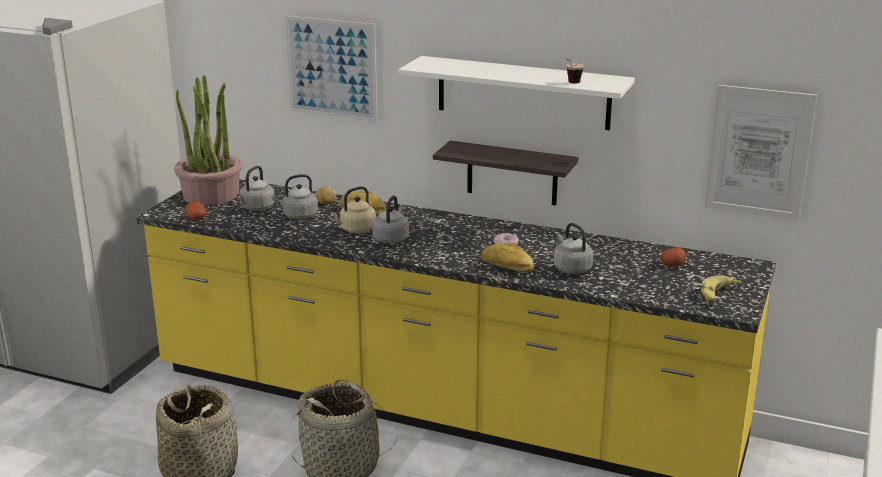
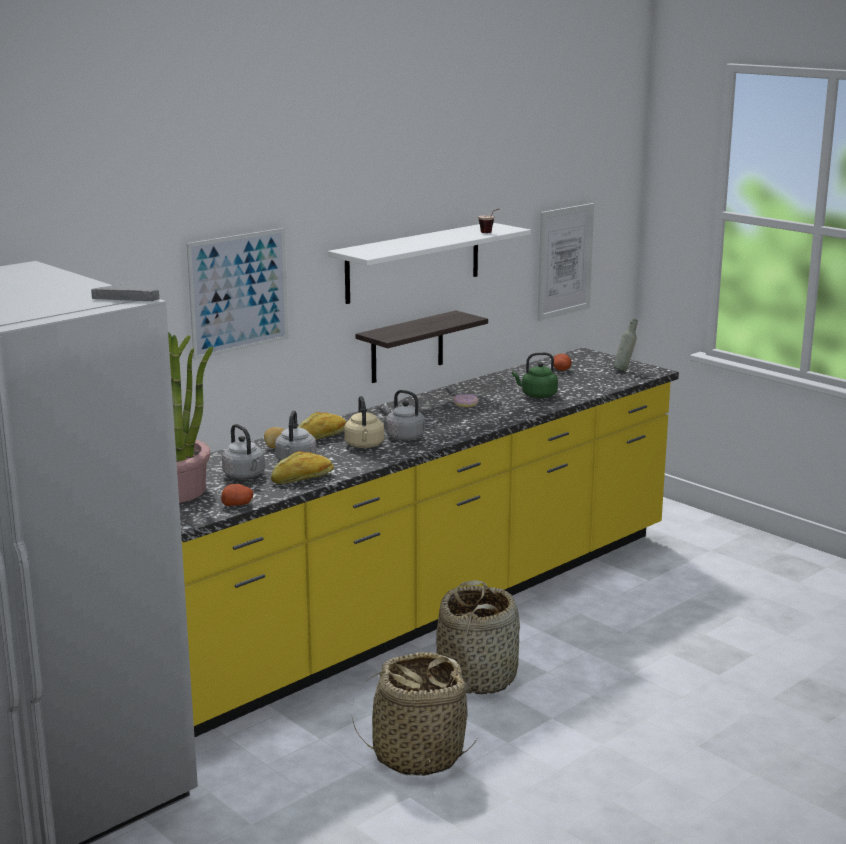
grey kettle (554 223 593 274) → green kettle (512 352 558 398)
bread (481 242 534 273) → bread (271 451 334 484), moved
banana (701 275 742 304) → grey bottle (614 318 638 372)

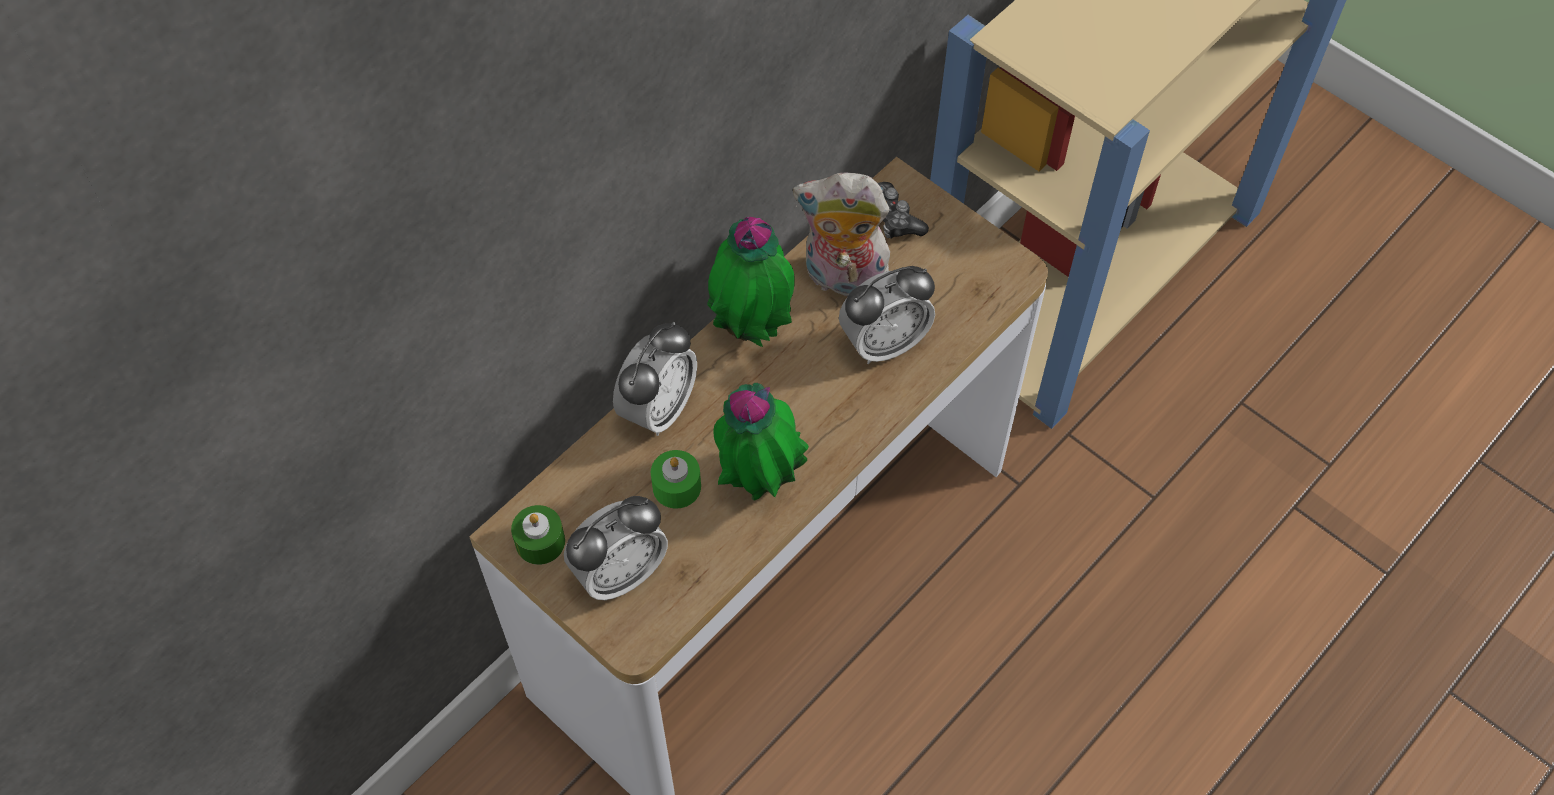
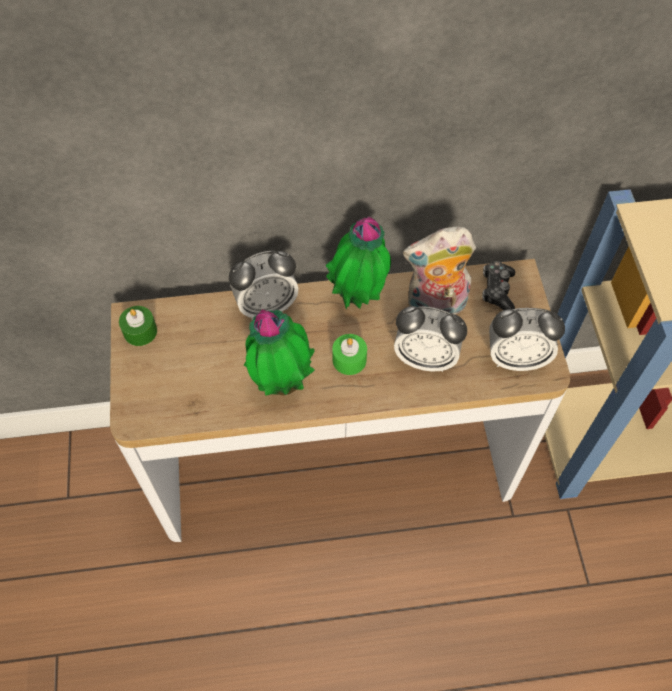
plush toy (793 173 897 296) → plush toy (403 227 476 315), 60 degrees counterclockwise
green candle (651 450 701 509) → green candle (332 334 367 375), moved
alarm clock (564 496 668 601) → alarm clock (489 308 565 371), moved

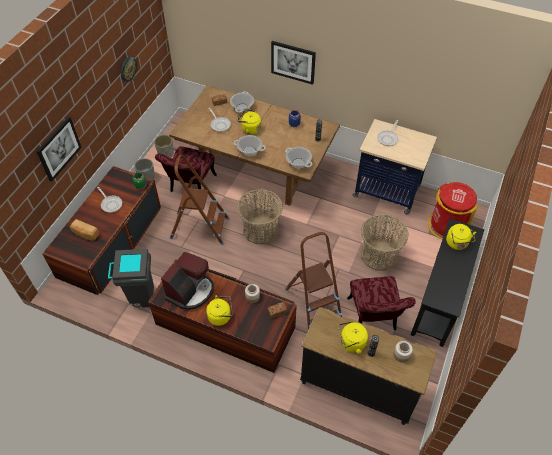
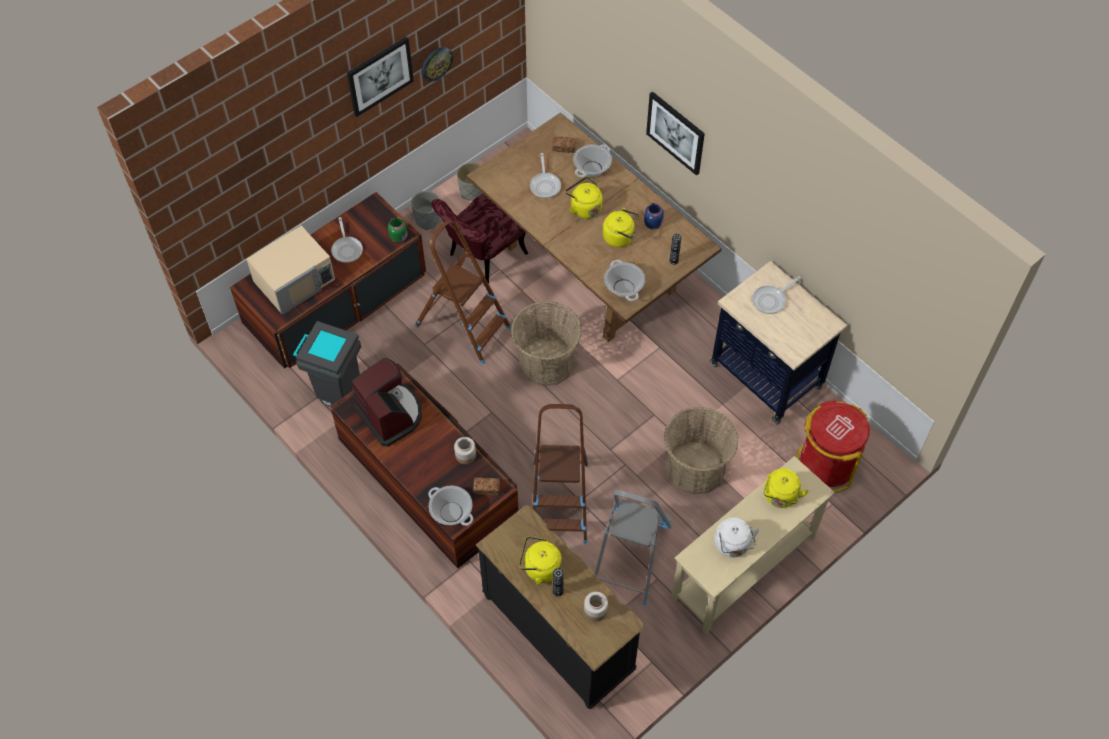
picture (36 117 82 182) → picture (347 37 414 117), moved
cooking pot (234 135 266 156) → cooking pot (428 486 473 526), moved
bread (70 219 99 241) → beige microwave (246 226 335 315)
black console table (411 219 484 347) → beige console table (671 456 835 634)
coffee machine (161 252 214 310) → coffee machine (352 358 422 446), 90 degrees counterclockwise
red chair (347 276 416 330) → grey step ladder (595 490 672 606)
yellow kettle (206 295 233 326) → yellow kettle (603 208 639 247), moved
- → white kettle (715 517 760 558)

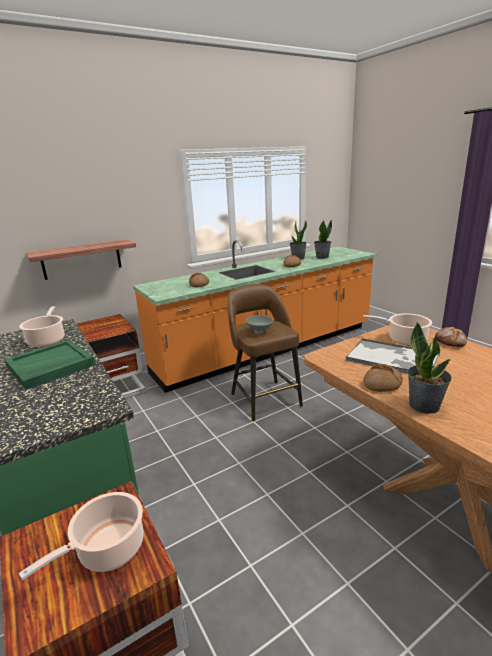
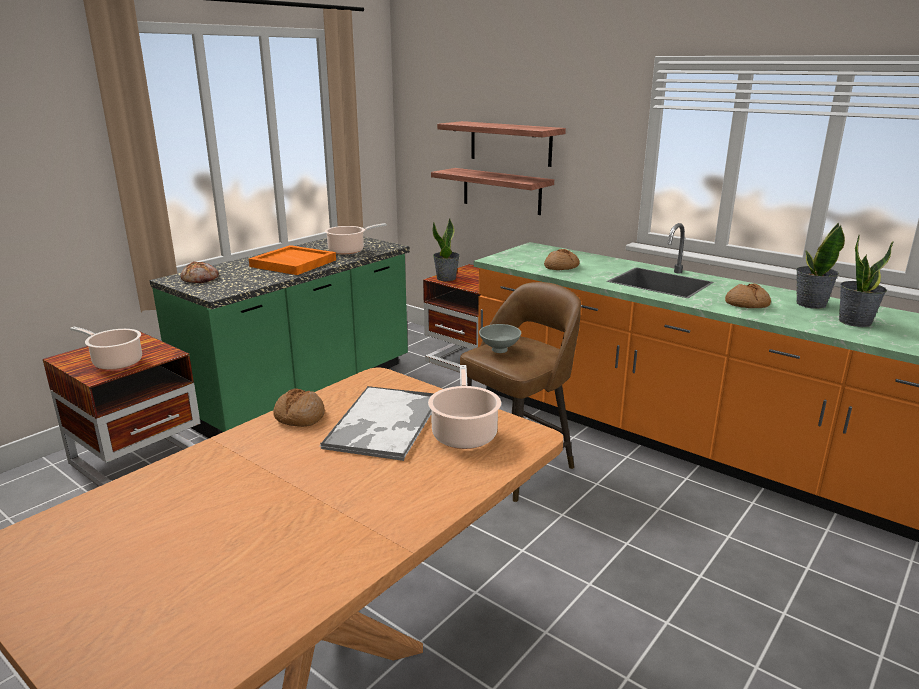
potted plant (408 322 452 414) → potted plant (433 218 460 281), moved
bread (435 327 467 347) → bread (180 262 219 283), moved
green tray (5 340 95 390) → orange tray (249 245 336 275)
- → shelf (437 121 566 167)

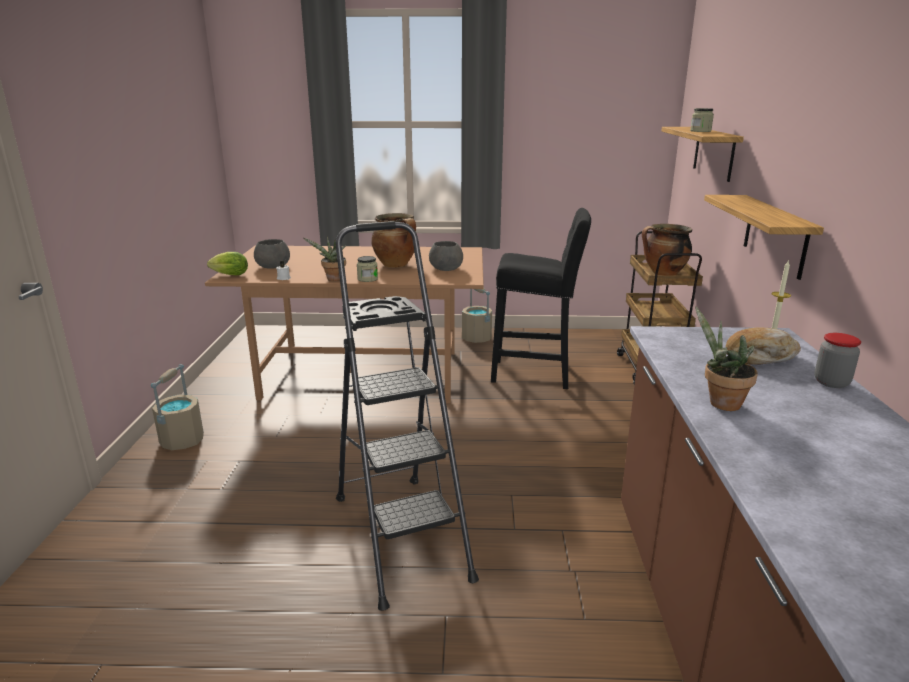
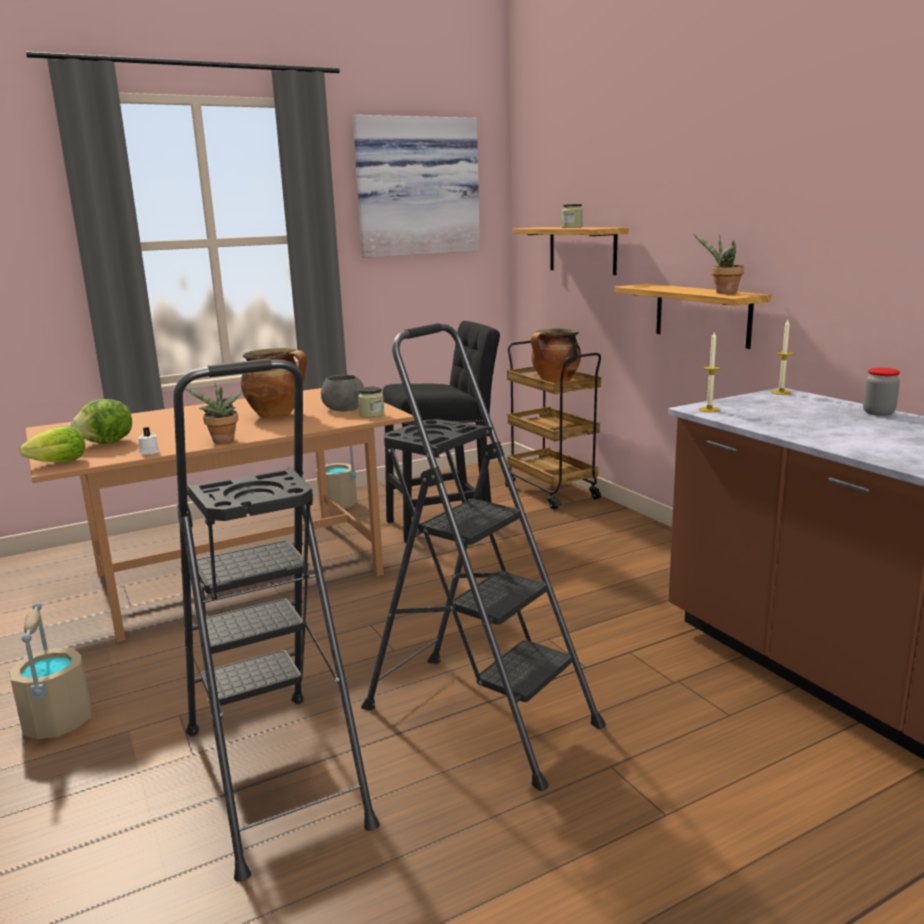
grey bowl (254 239 290 269) → lettuce (70 399 132 444)
jar (357 256 378 282) → jar (358 387 384 418), moved
potted plant (695 307 758 411) → potted plant (694 233 744 294), moved
bread (726 327 801 365) → -
- → picture (353 115 480 258)
- → candle (699 332 721 412)
- → step ladder (173 359 380 882)

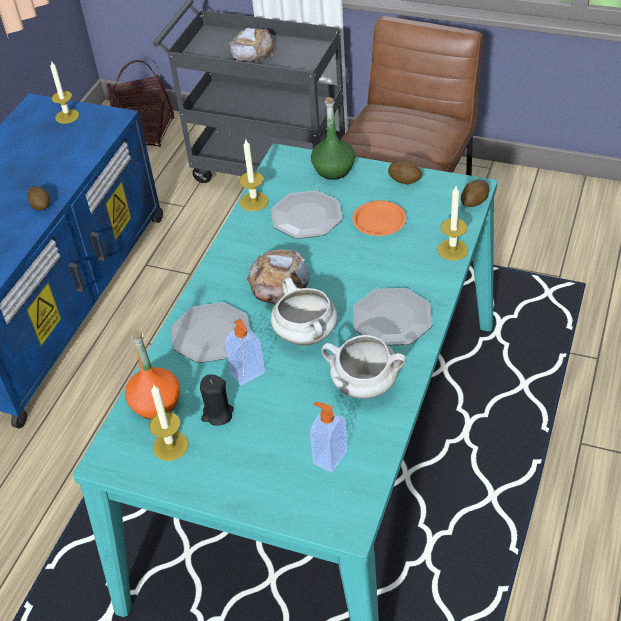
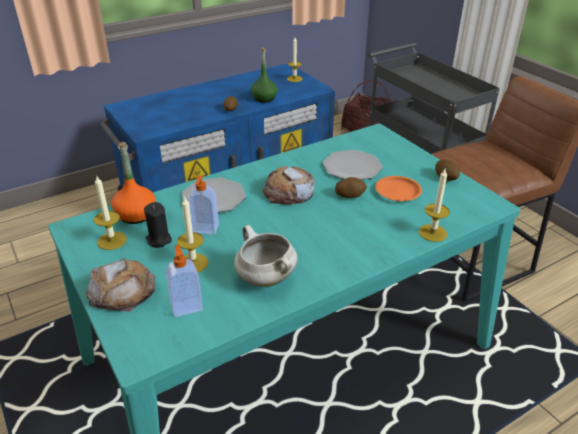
bread (229 28 274 63) → bread (86 258 156 312), moved
green bottle (311 97 355 180) → green bottle (251 47 278 103), moved
candle (239 138 268 211) → candle (177 196 208 273), moved
potato (461 180 489 207) → potato (335 177 367 198), moved
white cooking pot (271 277 338 345) → -
plate (353 288 433 345) → -

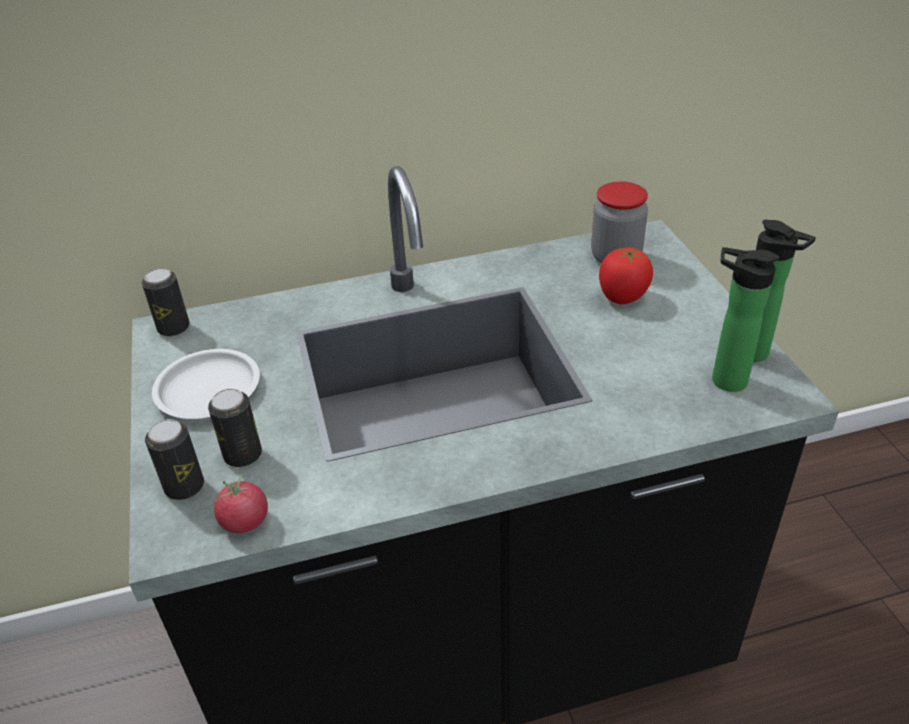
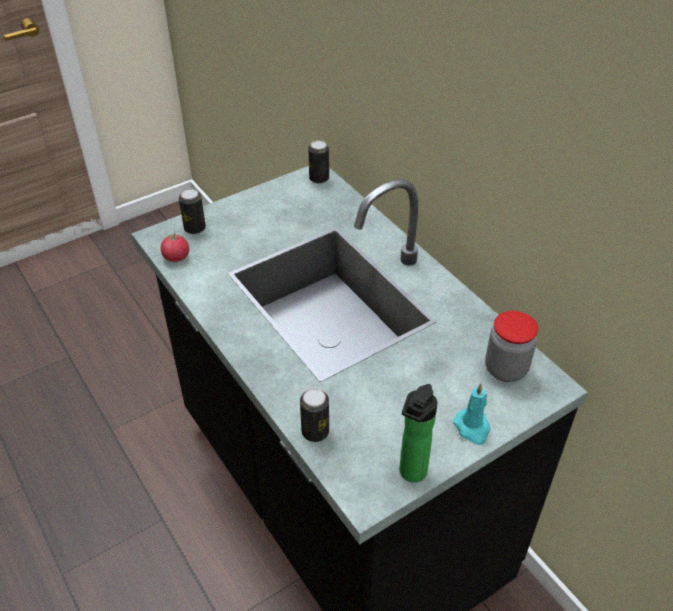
tomato (599 247 653 304) → -
bottle (712 247 780 392) → -
white plate (152 349 260 419) → -
can (208 389 262 467) → can (300 389 329 442), moved
- → turquoise candle (453 383 490 445)

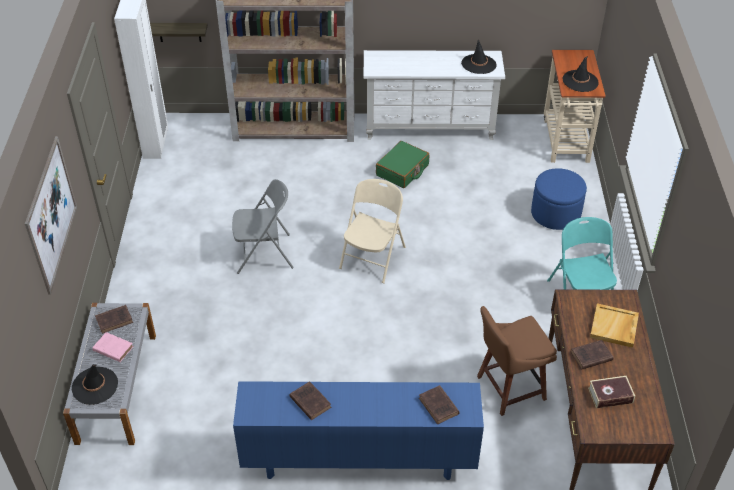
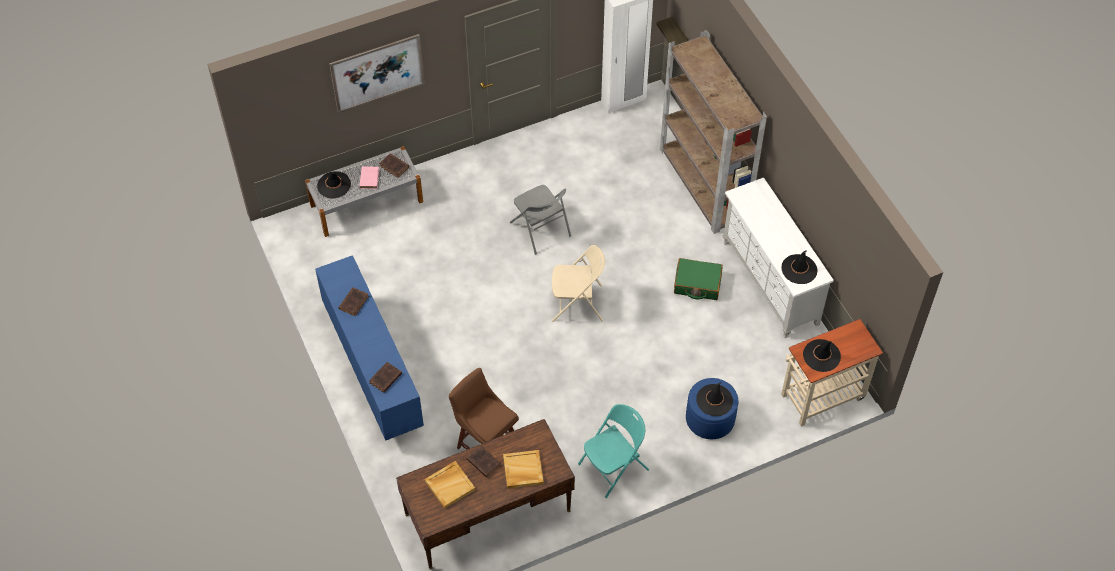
book (588 376 635 408) → beige tray (425 461 475 509)
- → black hat (696 382 733 416)

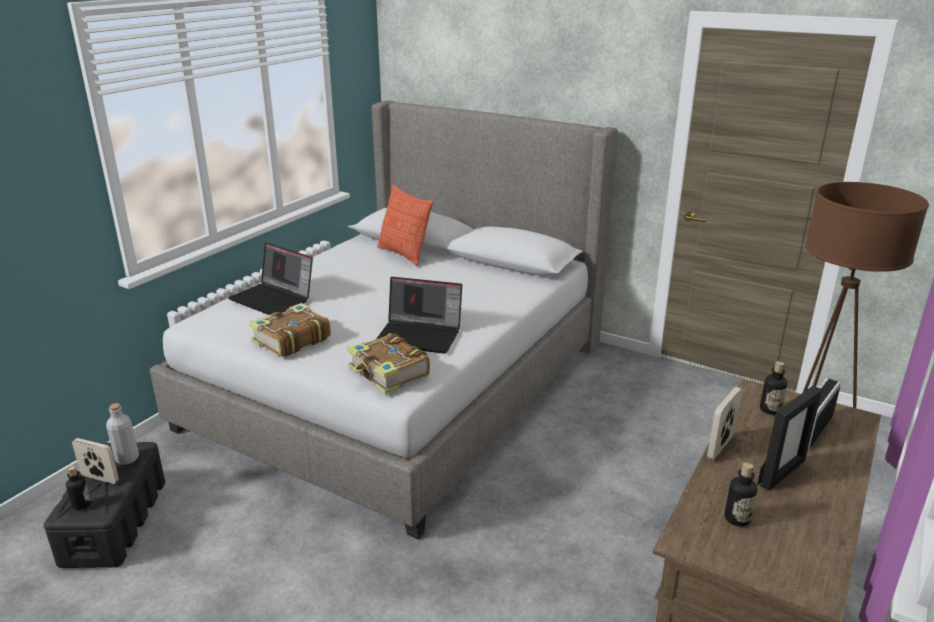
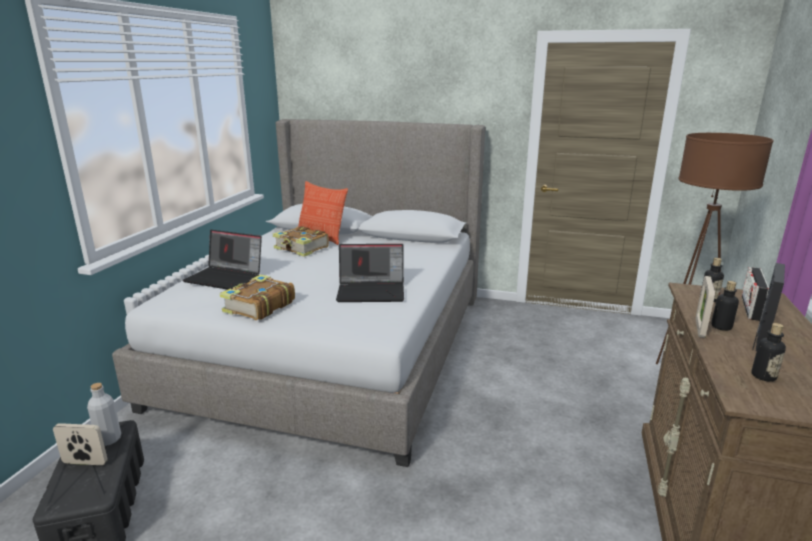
book (347 333 430 395) → book (273 226 329 257), moved
bottle (66 466 91 510) → bottle (711 281 739 331), moved

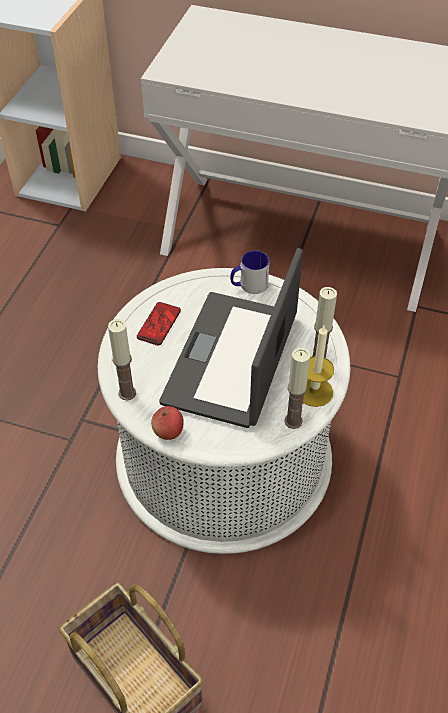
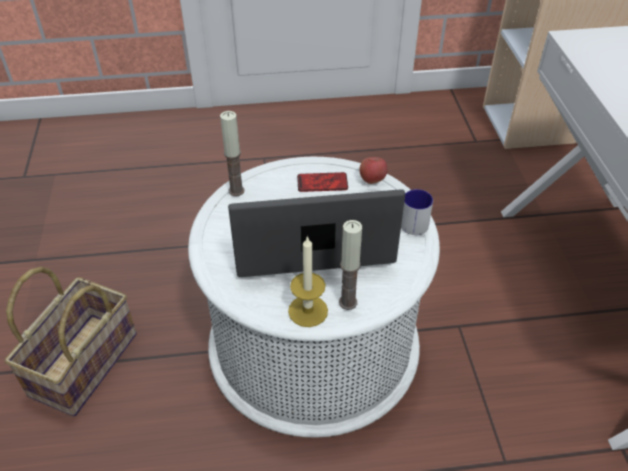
candle (284 348 311 429) → -
apple (151 406 184 440) → apple (360 157 388 184), moved

